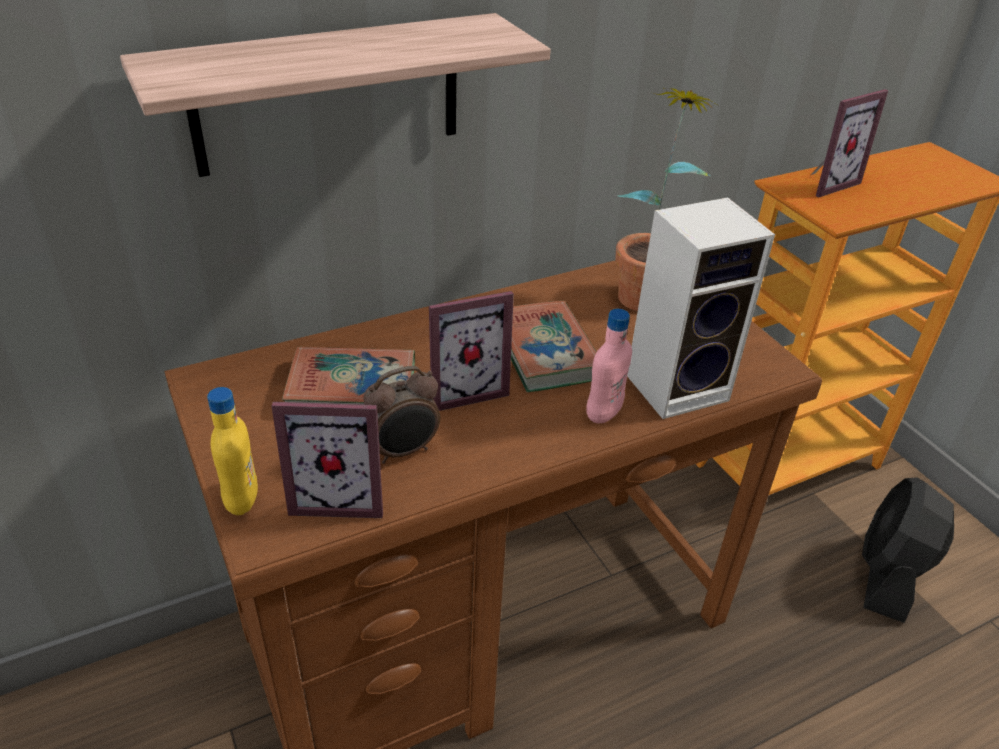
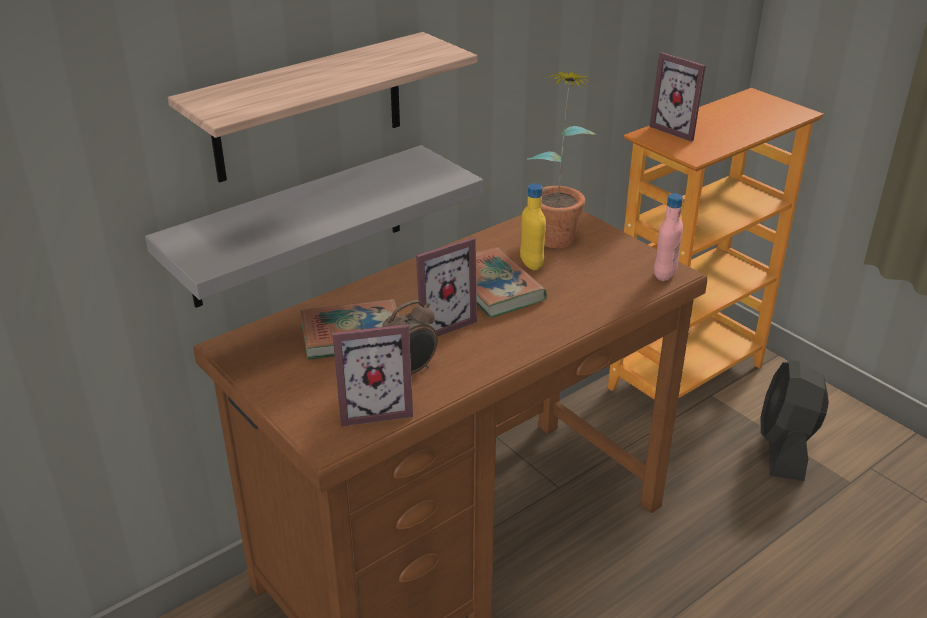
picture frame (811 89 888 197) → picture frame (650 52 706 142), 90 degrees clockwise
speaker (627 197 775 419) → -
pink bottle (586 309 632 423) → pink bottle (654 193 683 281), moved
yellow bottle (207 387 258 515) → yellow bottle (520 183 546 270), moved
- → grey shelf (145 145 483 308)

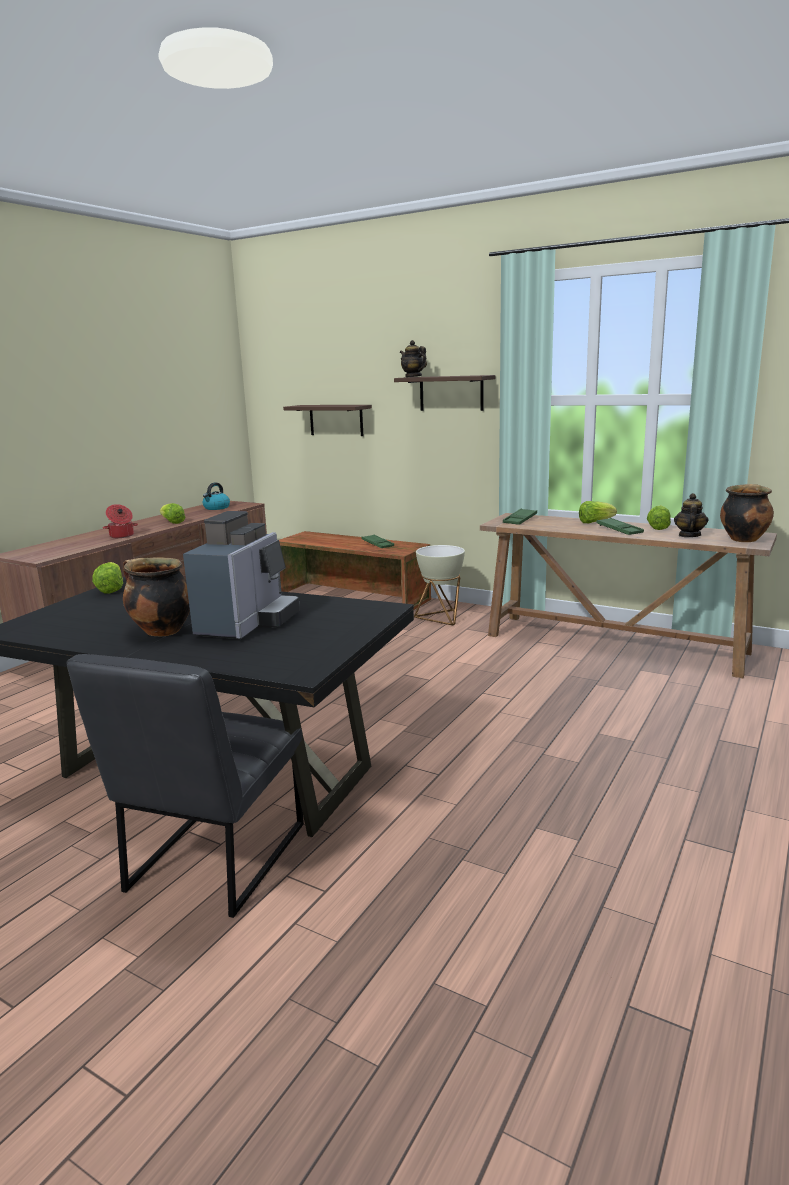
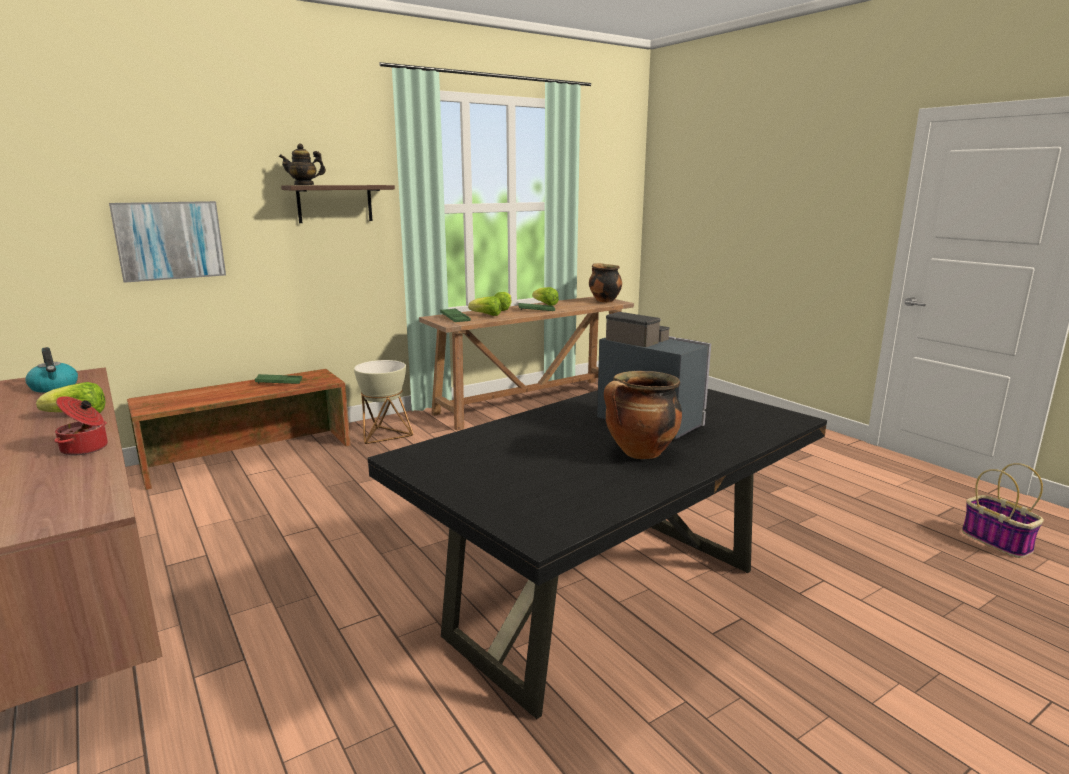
shelf (283 405 372 436) → picture (109 201 226 283)
teapot (674 493 708 537) → -
lettuce (92 562 123 594) → lettuce (468 296 501 316), moved
grey chair (67 654 304 918) → -
- → basket (962 463 1044 558)

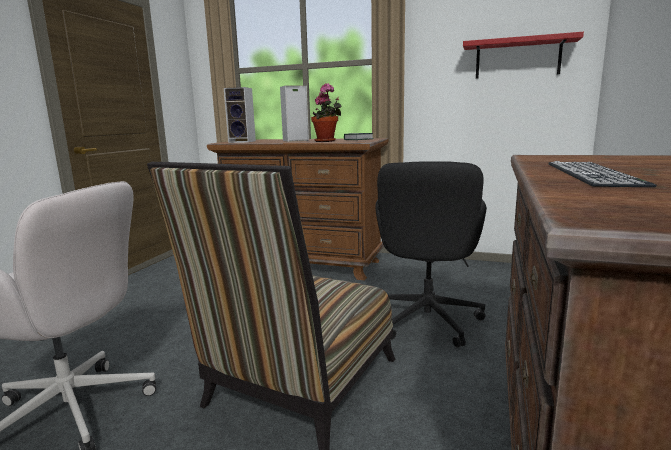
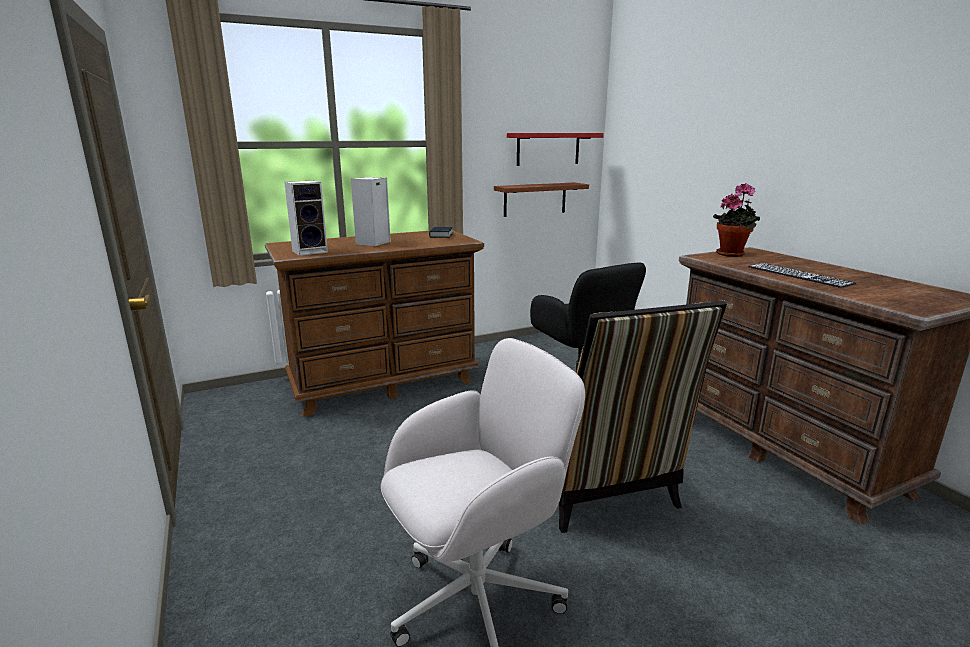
potted plant (311 83 341 142) → potted plant (713 183 760 257), moved
- → brown shelf (494 182 589 217)

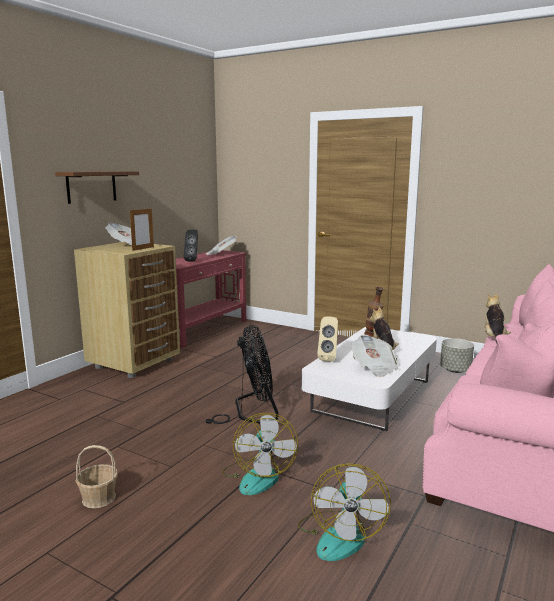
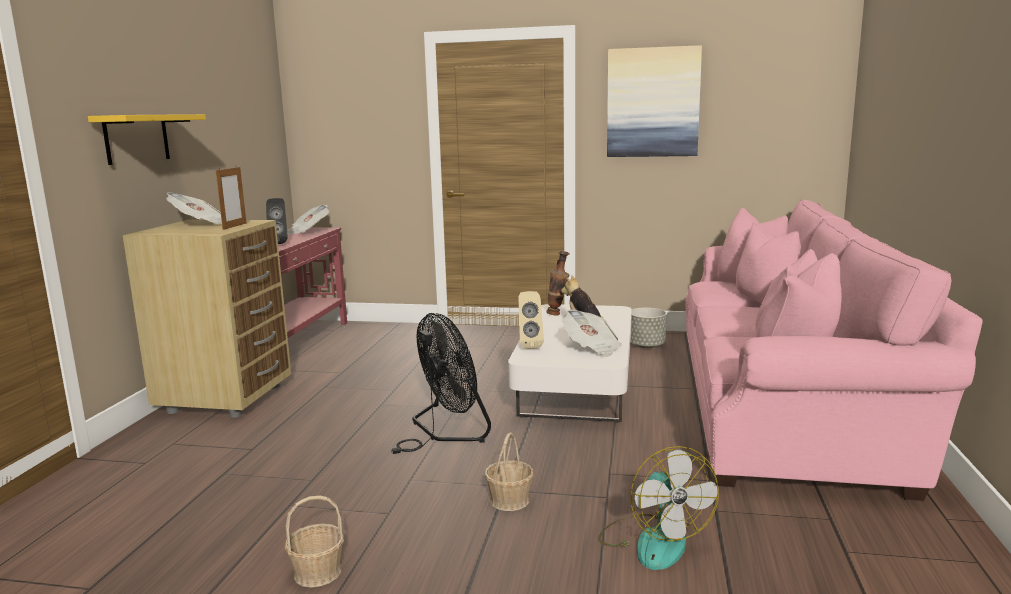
brown shelf (55 171 139 204) → yellow shelf (88 114 206 165)
plush toy (484 294 511 343) → -
fan (222 413 298 495) → basket (485 432 534 511)
- → picture (607 45 702 157)

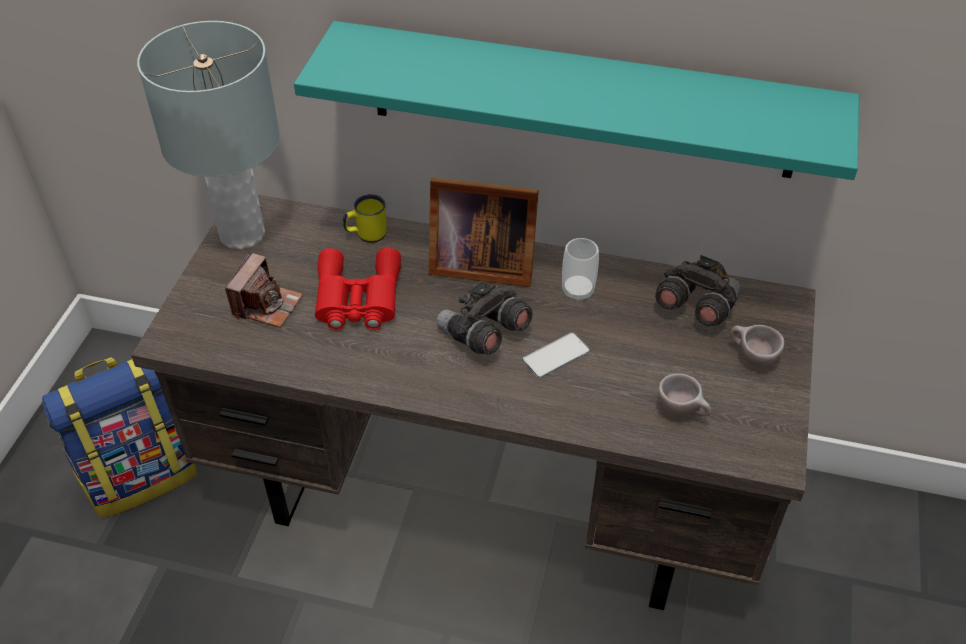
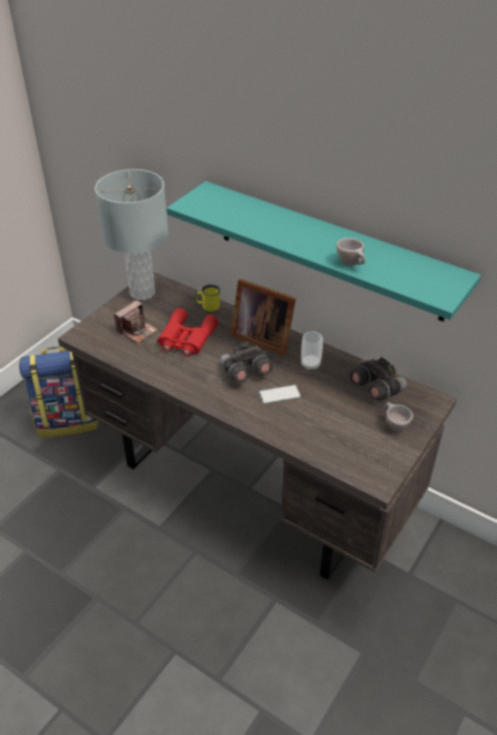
beige cup (658 373 712 418) → beige cup (336 238 365 266), moved

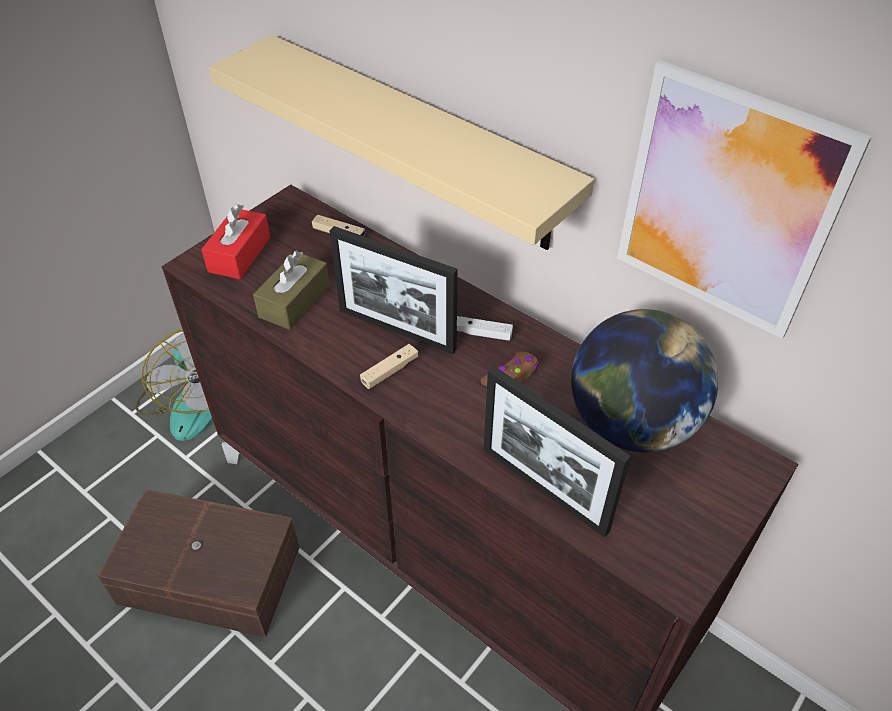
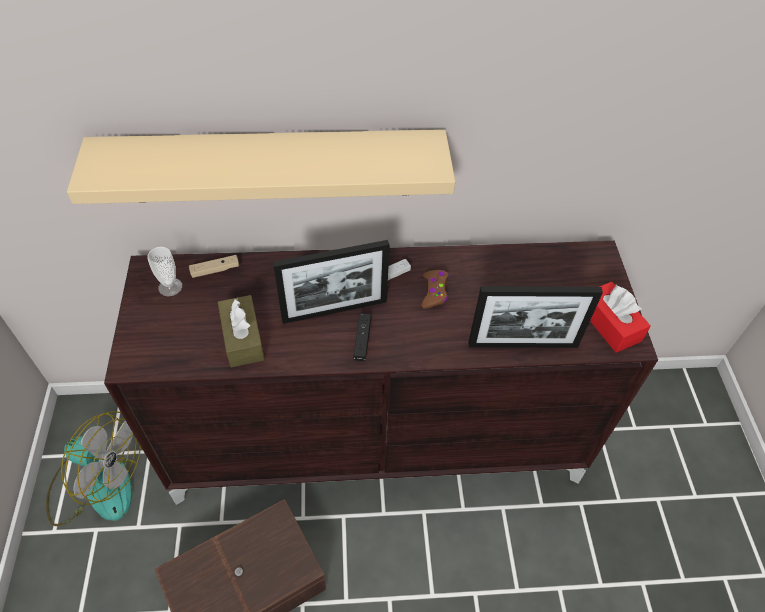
picture (617 60 872 339) → -
red tissue box (201 204 270 279) → red tissue box (590 282 651 353), moved
globe (571 309 718 452) → -
beige game controller (360 344 419 389) → black game controller (353 313 371 361)
- → cup (147 247 182 296)

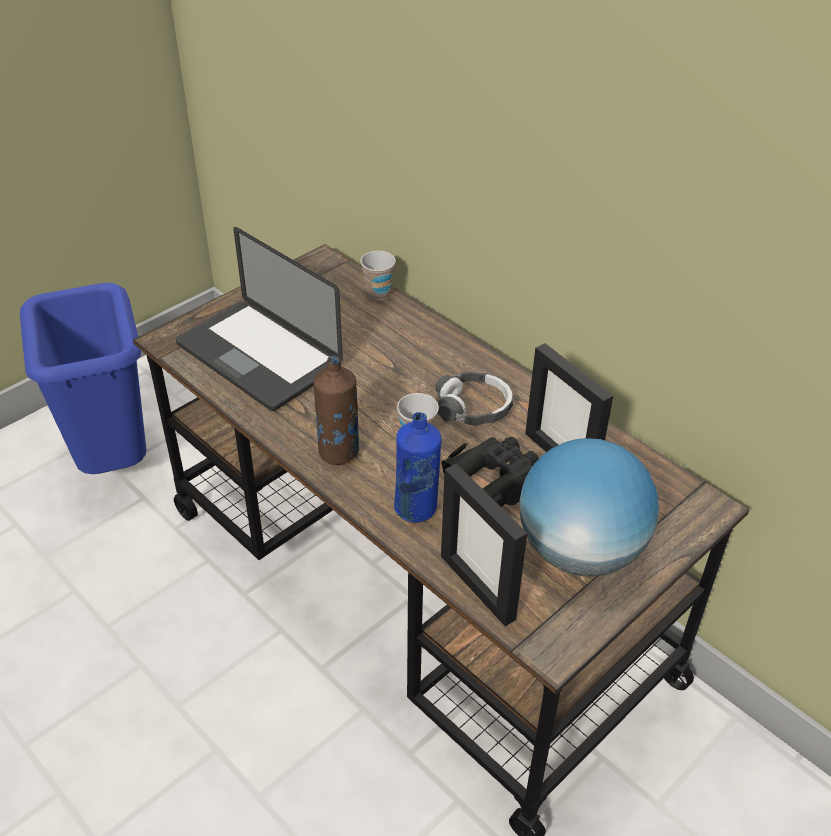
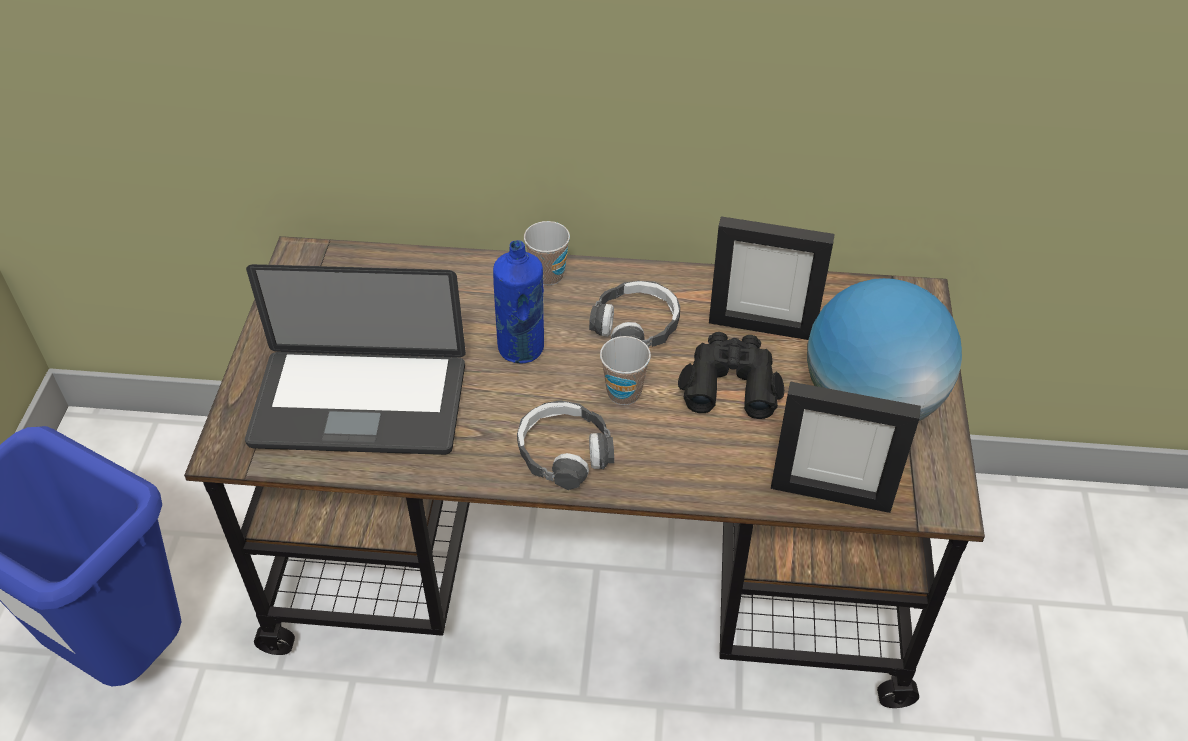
cup (360 251 396 300) → cup (524 221 570 285), moved
brown bottle (313 356 359 465) → headphones (517 400 614 490)
blue bottle (394 412 441 523) → blue bottle (493 240 544 363), moved

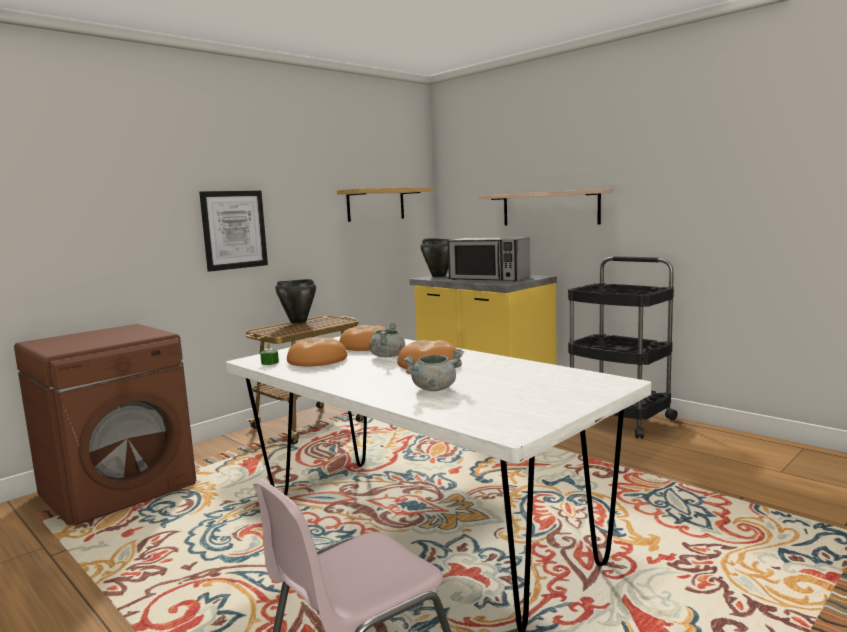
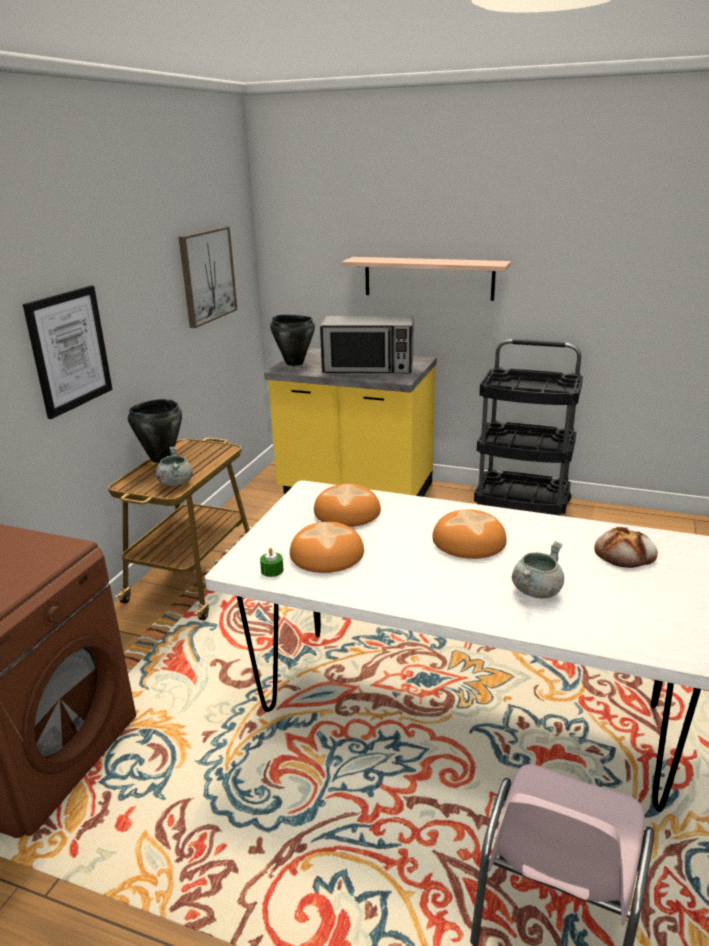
shelf (337 187 433 222) → picture (179 227 237 328)
grey cooking pot (369 322 405 357) → grey cooking pot (156 447 193 486), moved
- → bread (594 527 658 568)

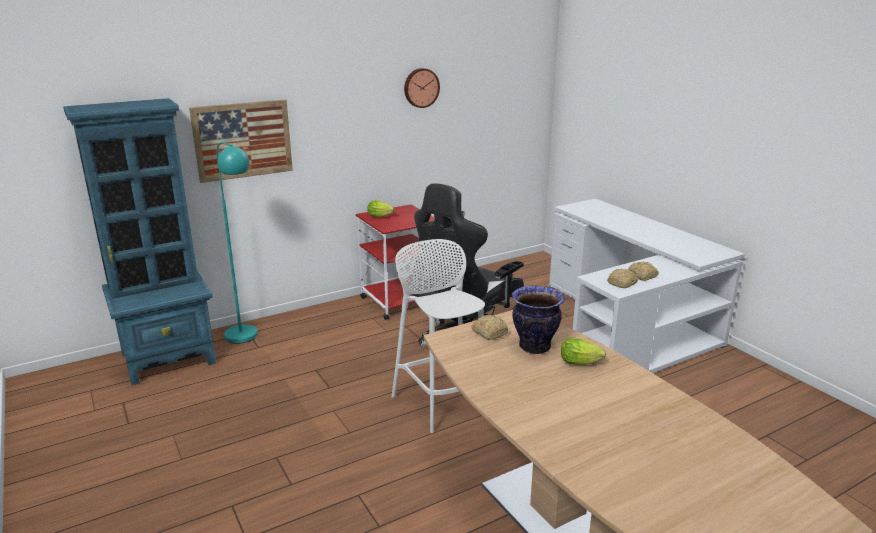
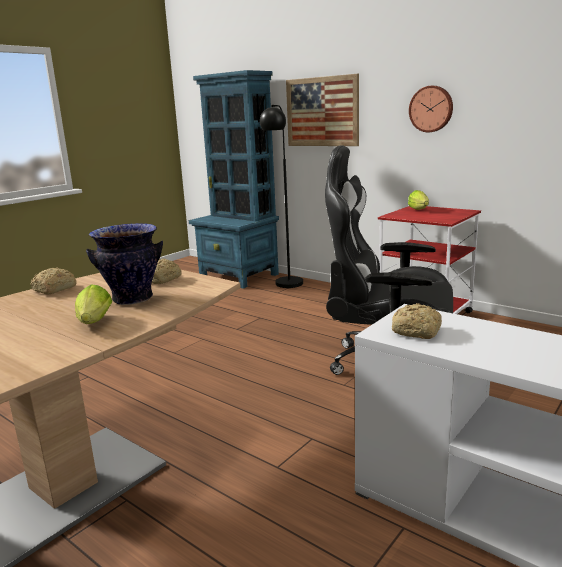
wall clock (404 68 440 108) → wall clock (409 86 453 132), moved
turquoise floor lamp (217 142 258 344) → black floor lamp (260 105 303 288)
white stool (391 239 485 433) → -
bread (628 262 659 281) → bread (31 268 77 294), moved

